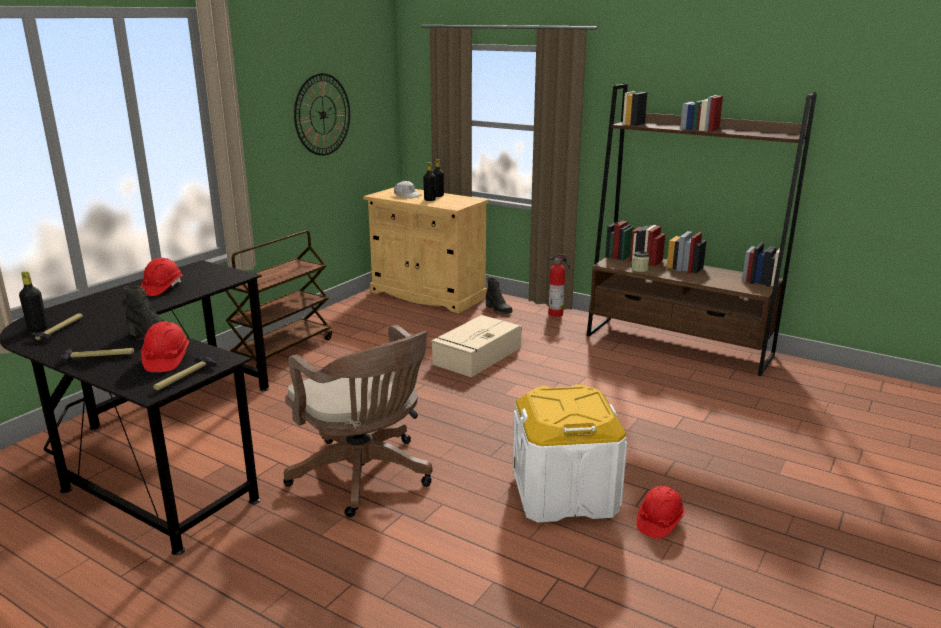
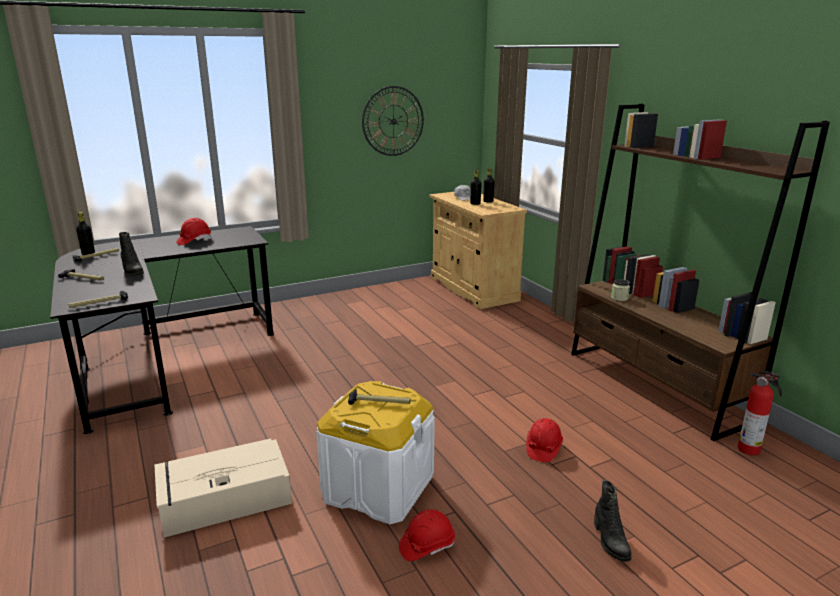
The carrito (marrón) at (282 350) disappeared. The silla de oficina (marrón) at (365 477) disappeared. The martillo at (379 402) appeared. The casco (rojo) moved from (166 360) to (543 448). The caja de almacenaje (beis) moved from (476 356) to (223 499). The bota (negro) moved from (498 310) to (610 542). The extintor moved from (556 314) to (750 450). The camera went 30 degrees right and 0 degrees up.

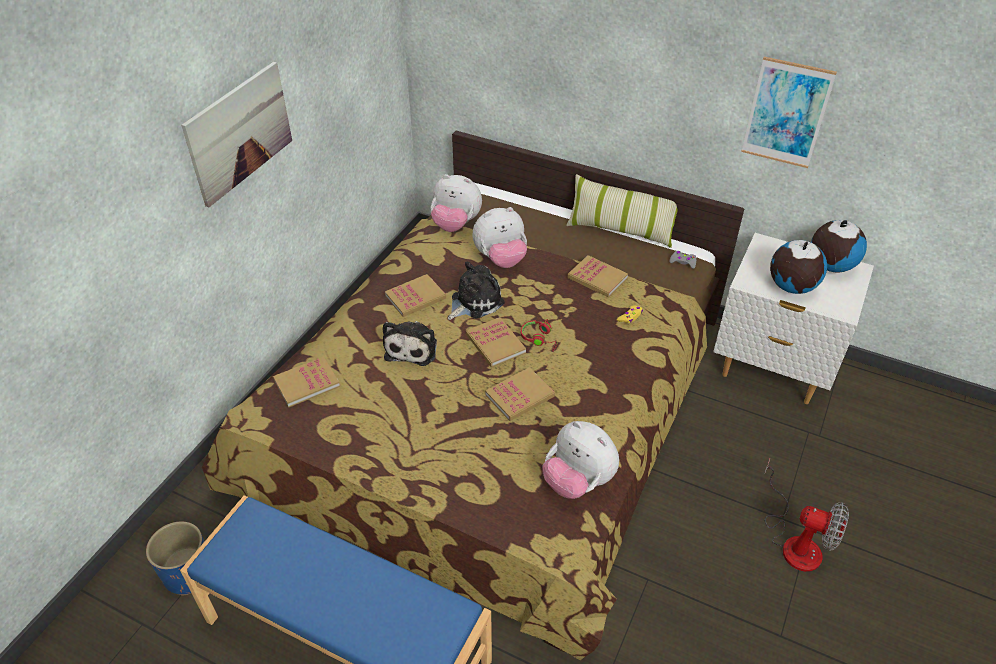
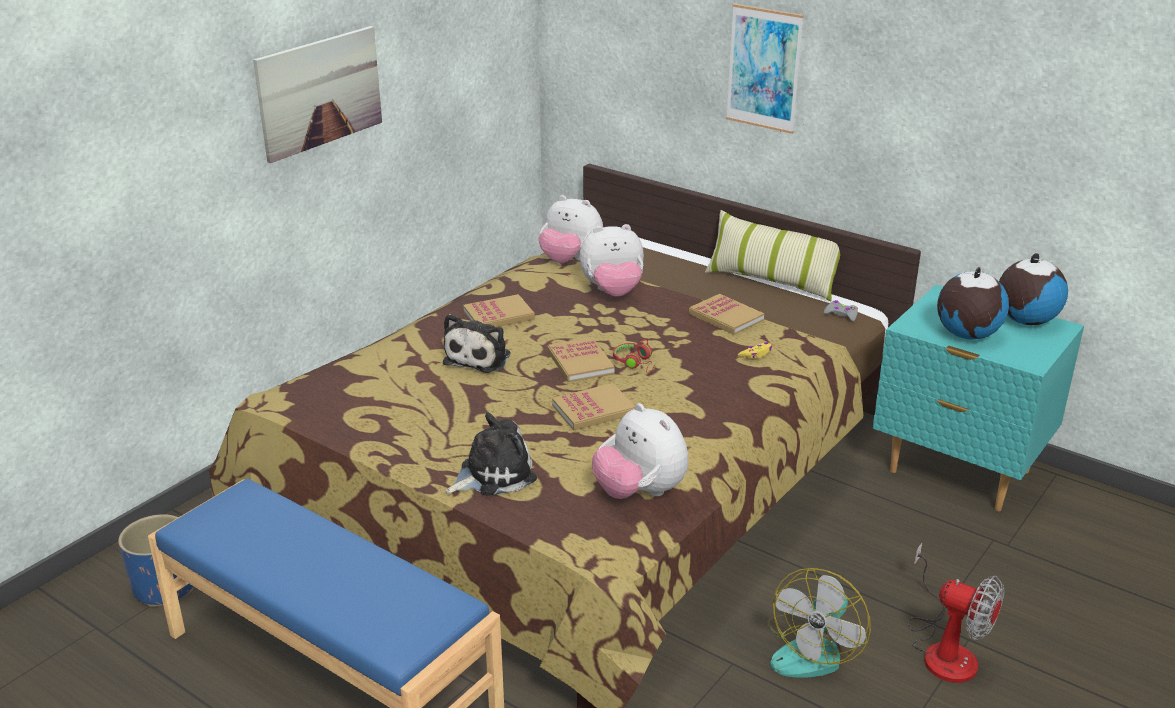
The libro at (306 383) disappeared. The ventilador at (813 650) appeared. The peluche moved from (474 301) to (493 474). The cuadro moved from (786 113) to (764 68). The mesita de noche (blanco) at (771 370) became the mesita de noche (turquesa) at (958 472). The camera went 10 degrees right and 15 degrees down.

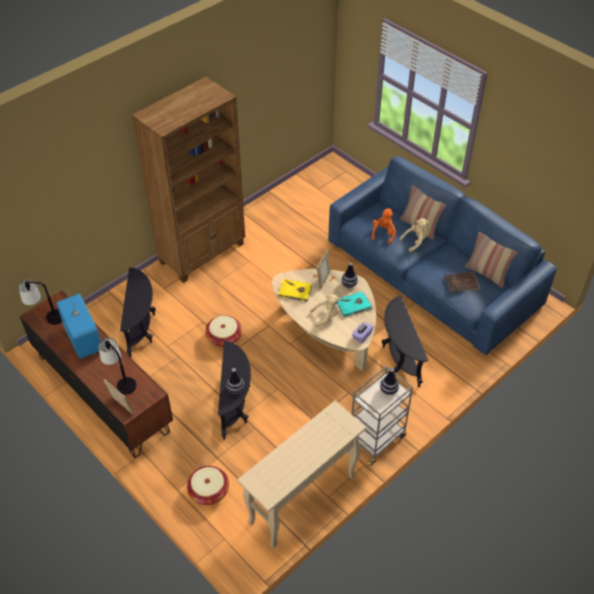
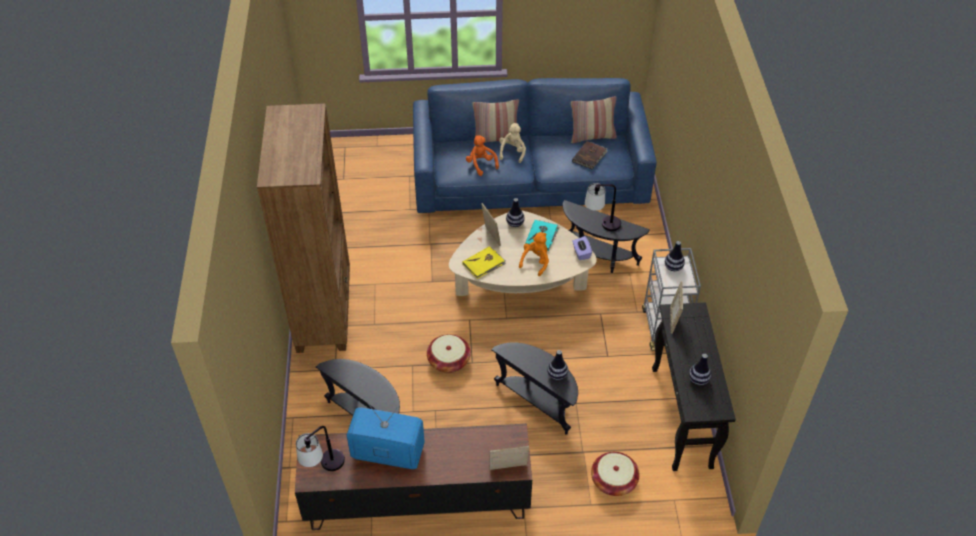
The portarretratos at (673 320) appeared. The florero at (698 380) appeared. The lámpara de mesa moved from (120 381) to (601 225). The mesa consola (beis) at (302 500) became the mesa consola (negro) at (682 418). The peluche (beis) at (326 316) became the peluche (naranja) at (535 261). The camera went 50 degrees left and 0 degrees up.

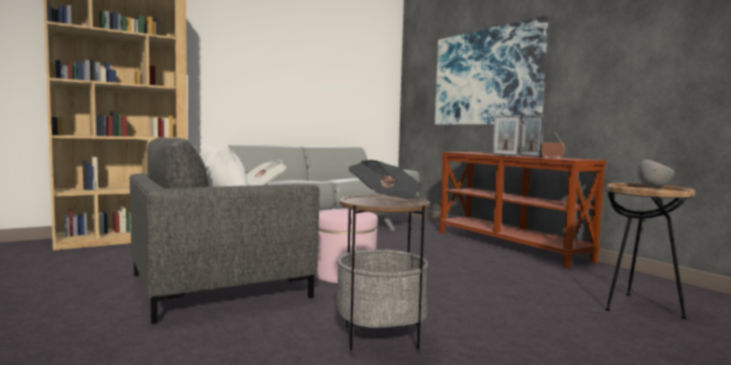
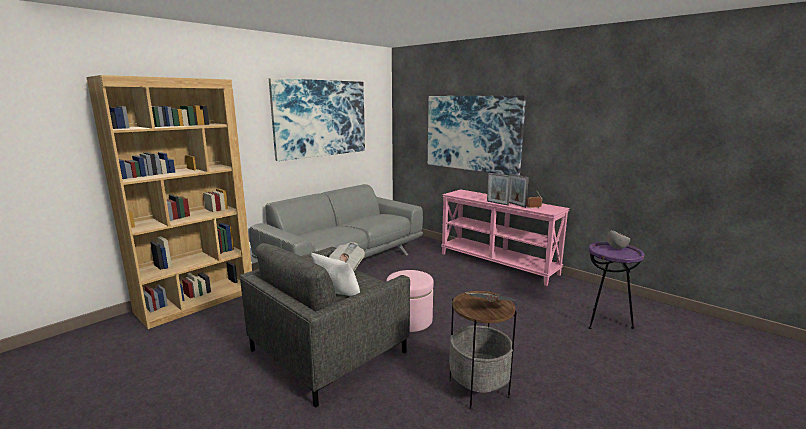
The cuadro at (321 118) appeared. The mesa consola (marrón) at (510 246) became the mesa consola (rosa) at (498 263). The mesa auxiliar (marrón) at (639 307) became the mesa auxiliar (morado) at (605 321). The camera went 15 degrees left and 10 degrees up.

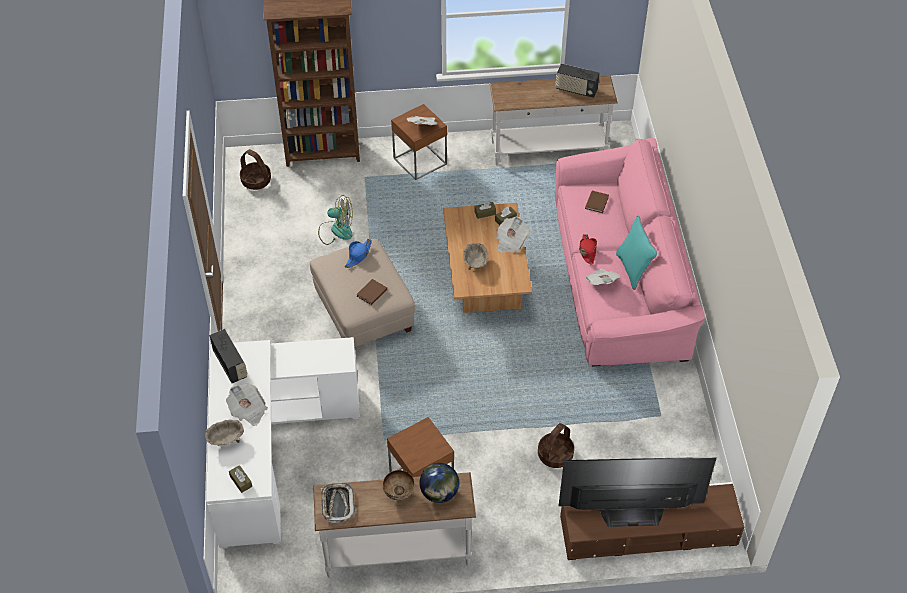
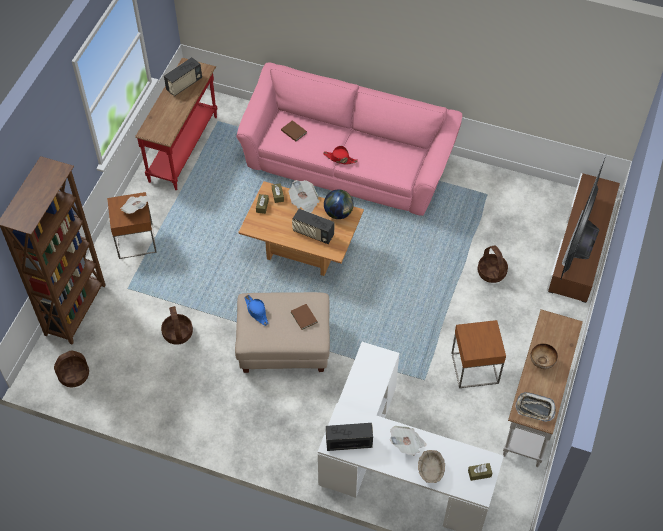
The periódico at (601 282) disappeared. The cojín (turquesa) at (633 269) disappeared. The globo terráqueo moved from (439 493) to (338 213). The ventilador at (336 230) was replaced by the cesta at (177 333). The cuenco (beis) at (475 263) was replaced by the radio at (313 233). The mesa consola (blanco) at (548 150) became the mesa consola (rojo) at (184 149). The camera went 65 degrees left and 5 degrees up.

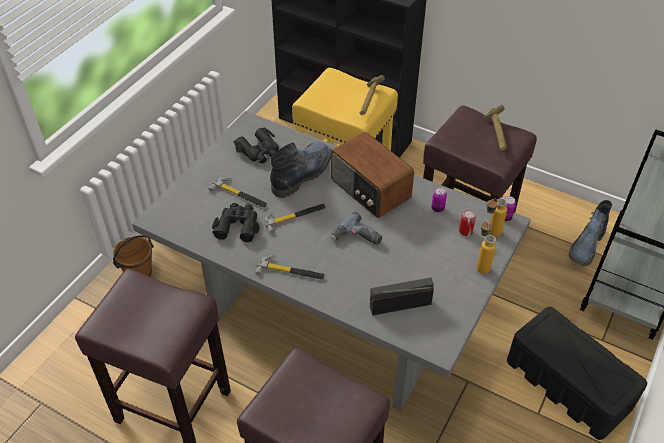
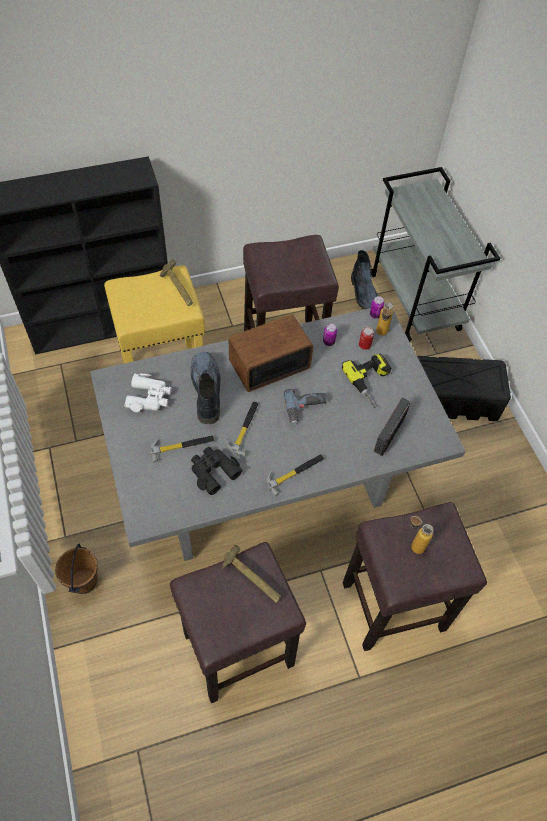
The taladro at (372 383) appeared. The botella moved from (481 264) to (412 544). The martillo moved from (496 135) to (251 580). The prismáticos (negro) at (259 151) became the prismáticos (blanco) at (149 397). The radio at (369 190) turned 150 degrees clockwise. The camera went 50 degrees left and 10 degrees up.

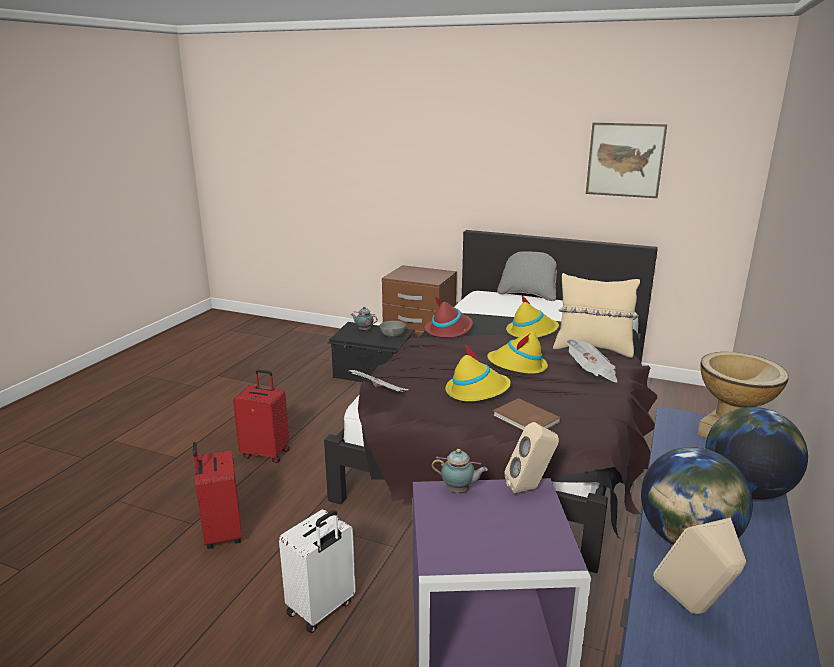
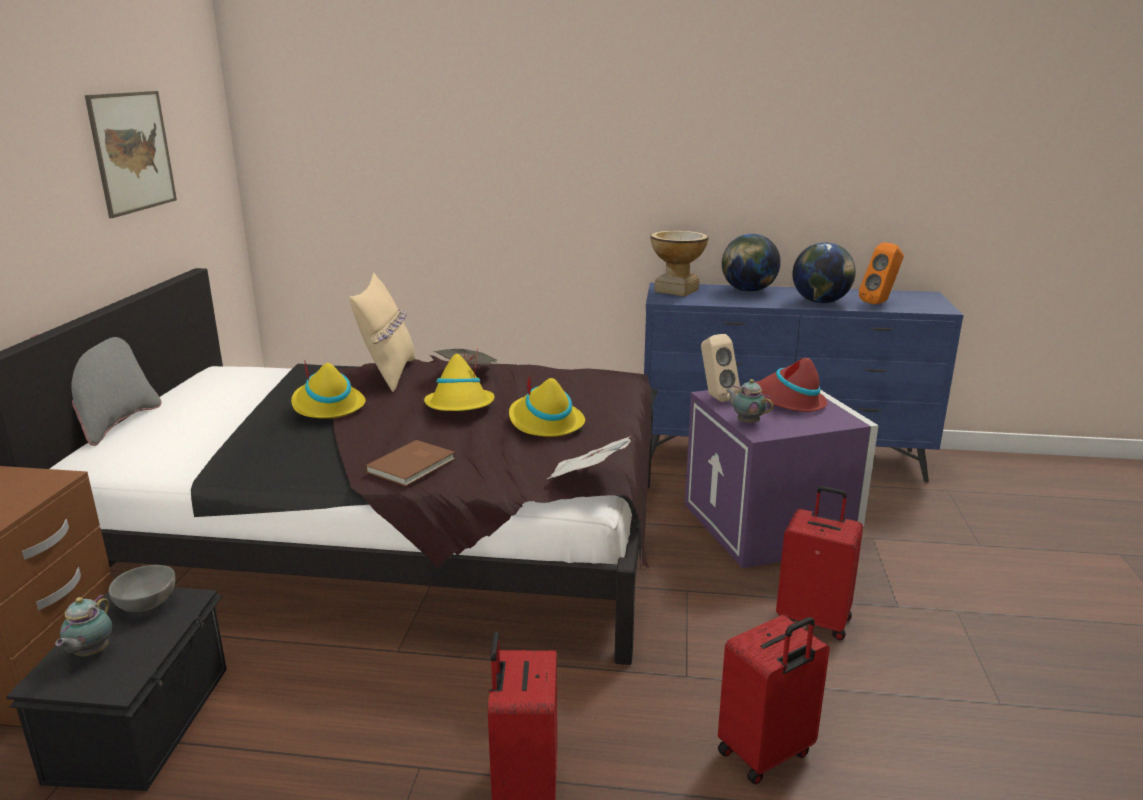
The sombrero (rojo) moved from (449 330) to (787 402). The libro (marrón) moved from (525 419) to (413 465). The maleta (blanco) at (321 609) became the maleta (rojo) at (814 619). The altavoz (beis) at (693 610) became the altavoz (naranja) at (879 303). The tetera at (459 490) turned 45 degrees counterclockwise. The camera went 105 degrees left and 0 degrees up.

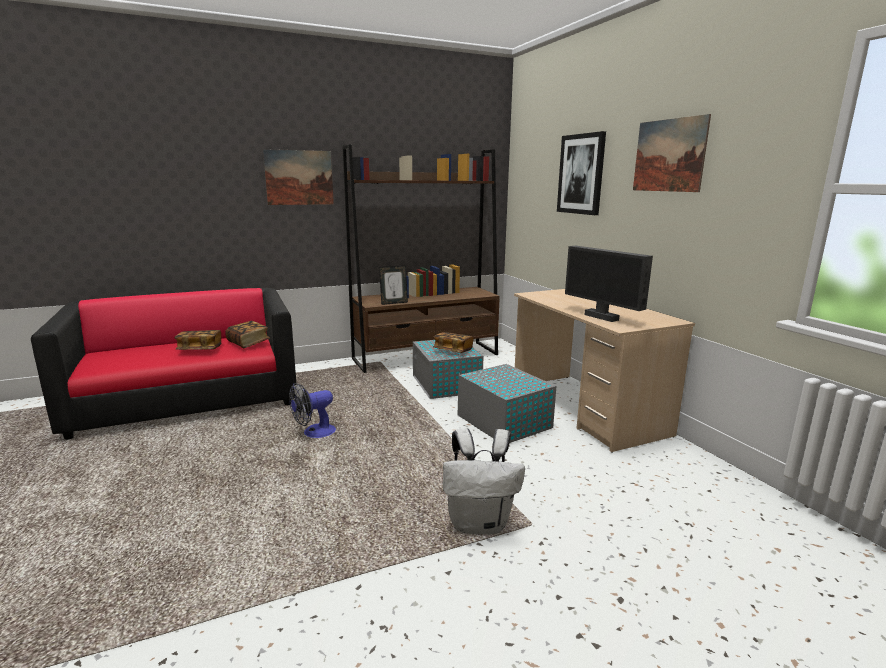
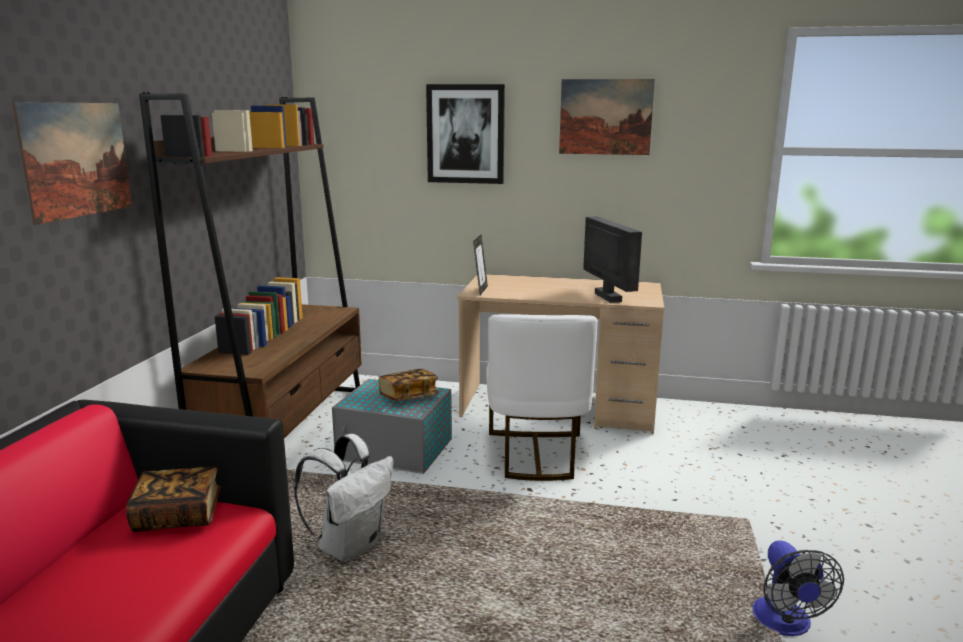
The libro at (200 349) disappeared. The ventilador moved from (314 433) to (785 624). The portarretratos moved from (394 303) to (480 290). The mochila (blanco) moved from (480 523) to (350 546). The caja de almacenaje (gris) at (503 421) was replaced by the silla (blanco) at (536 455). The monitor at (602 317) turned 105 degrees counterclockwise. The camera went 55 degrees left and 0 degrees up.

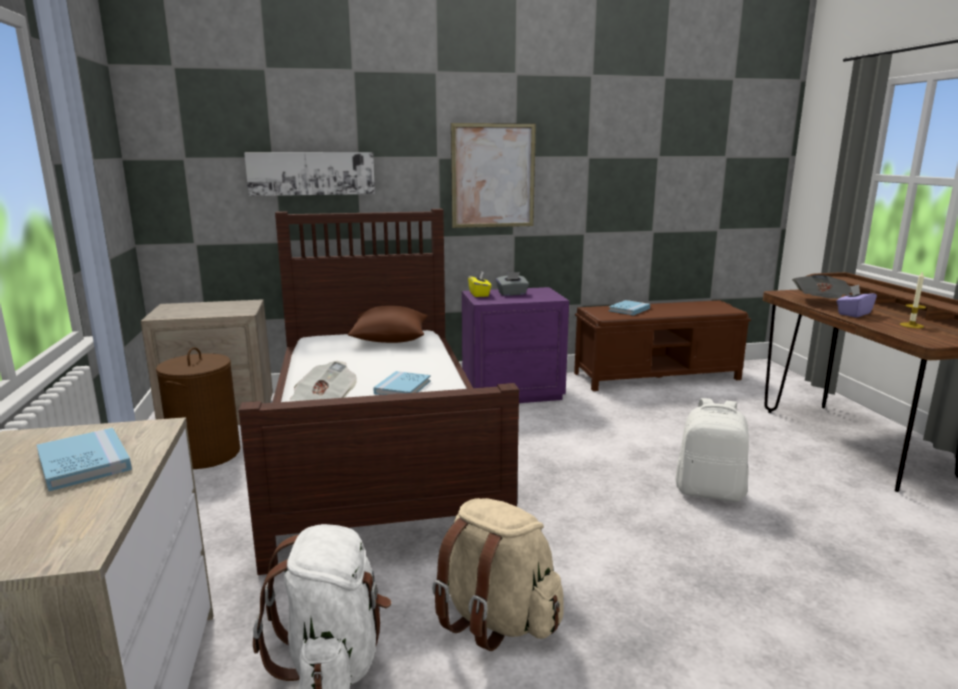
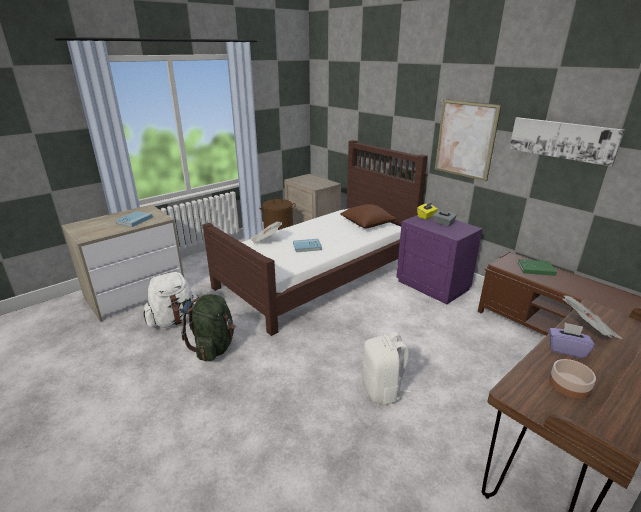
The cuadro moved from (311 173) to (562 140). The vela at (911 325) was replaced by the cuenco at (568 384). The mochila (beis) at (496 619) became the mochila (verde) at (214 347). The libro (azul) at (629 309) became the libro (verde) at (536 269). The camera went 60 degrees right and 10 degrees up.

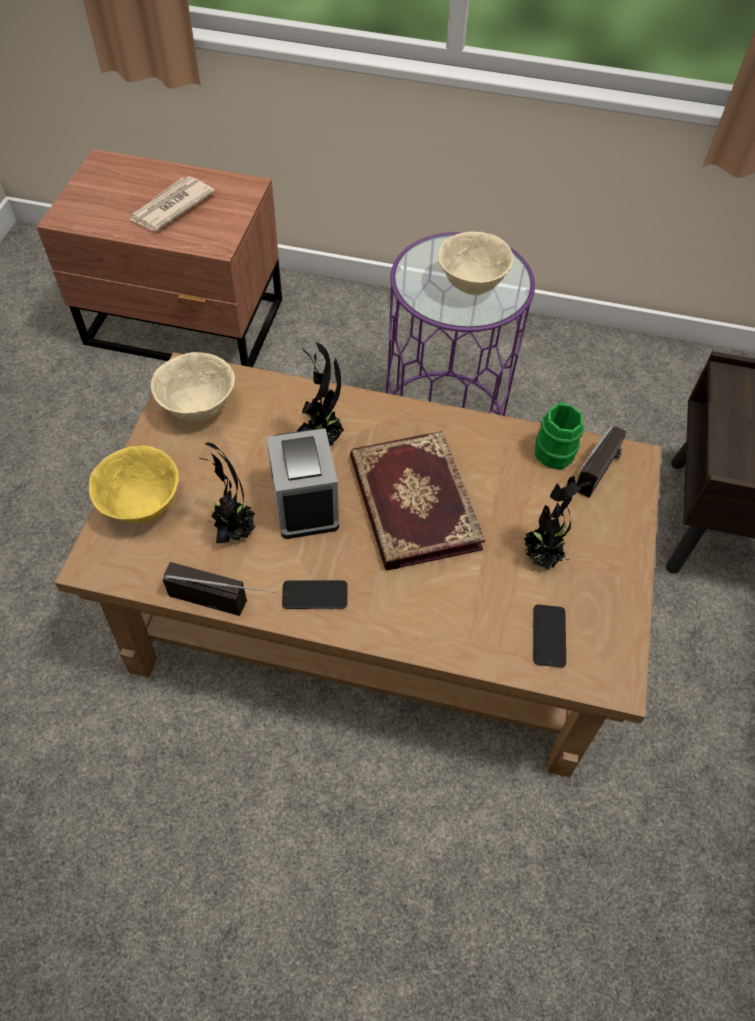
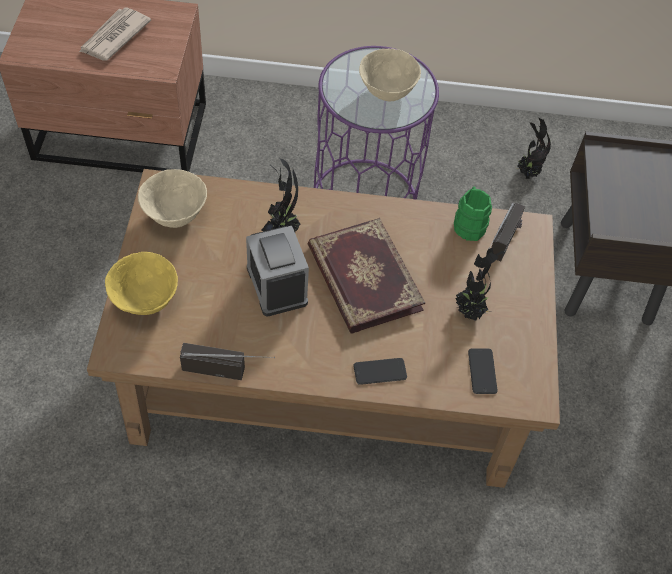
The planta en maceta moved from (234 530) to (526 173). The móvil moved from (315 595) to (380 371). The camera went 10 degrees left and 0 degrees up.

